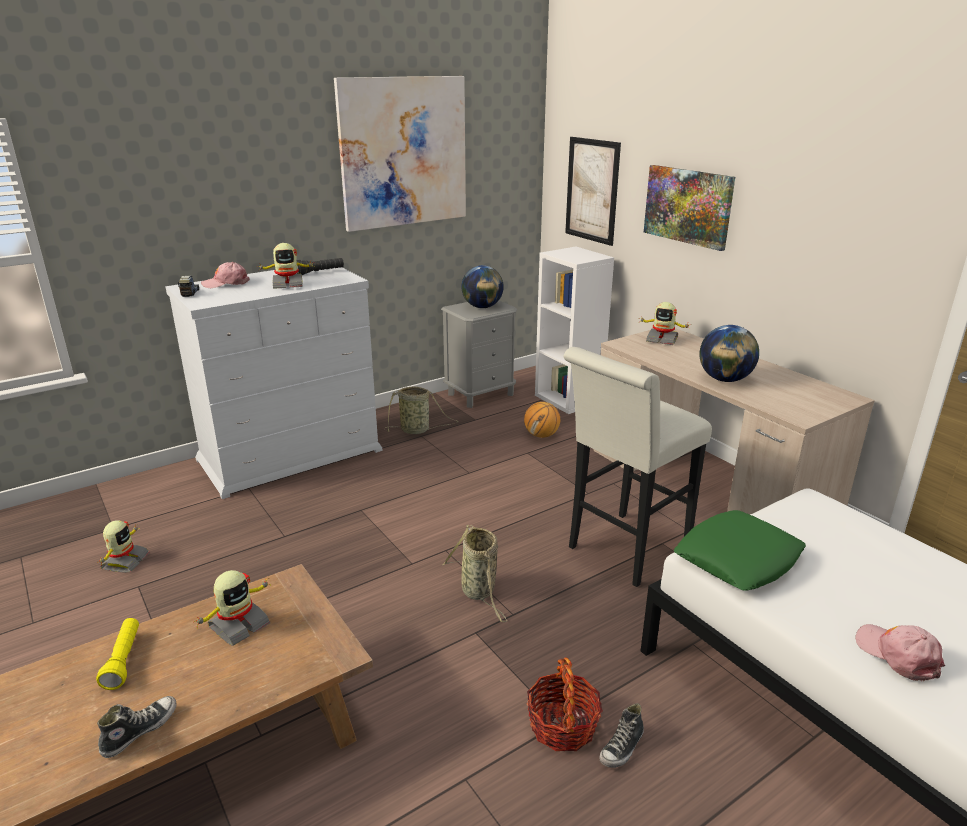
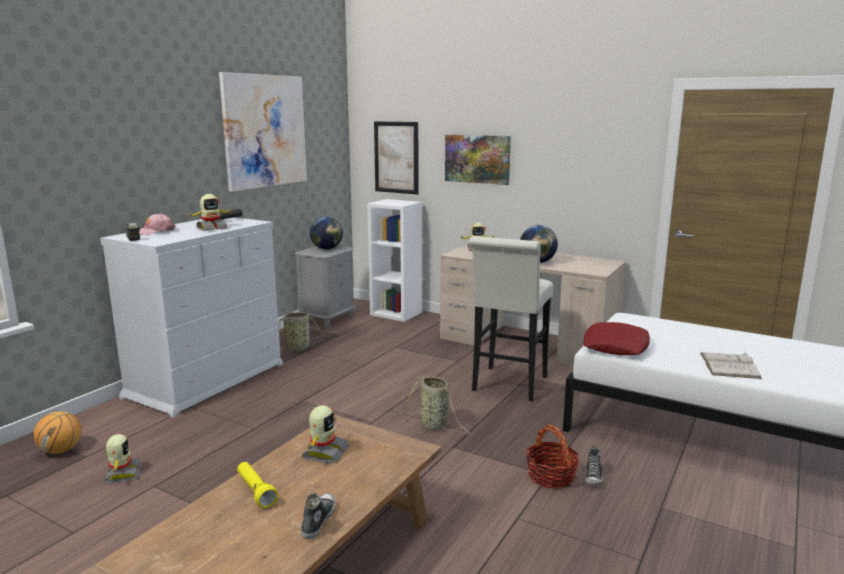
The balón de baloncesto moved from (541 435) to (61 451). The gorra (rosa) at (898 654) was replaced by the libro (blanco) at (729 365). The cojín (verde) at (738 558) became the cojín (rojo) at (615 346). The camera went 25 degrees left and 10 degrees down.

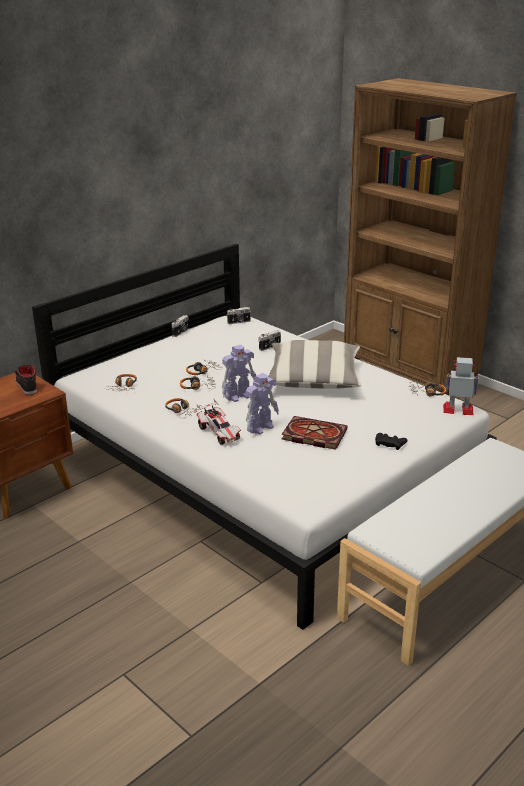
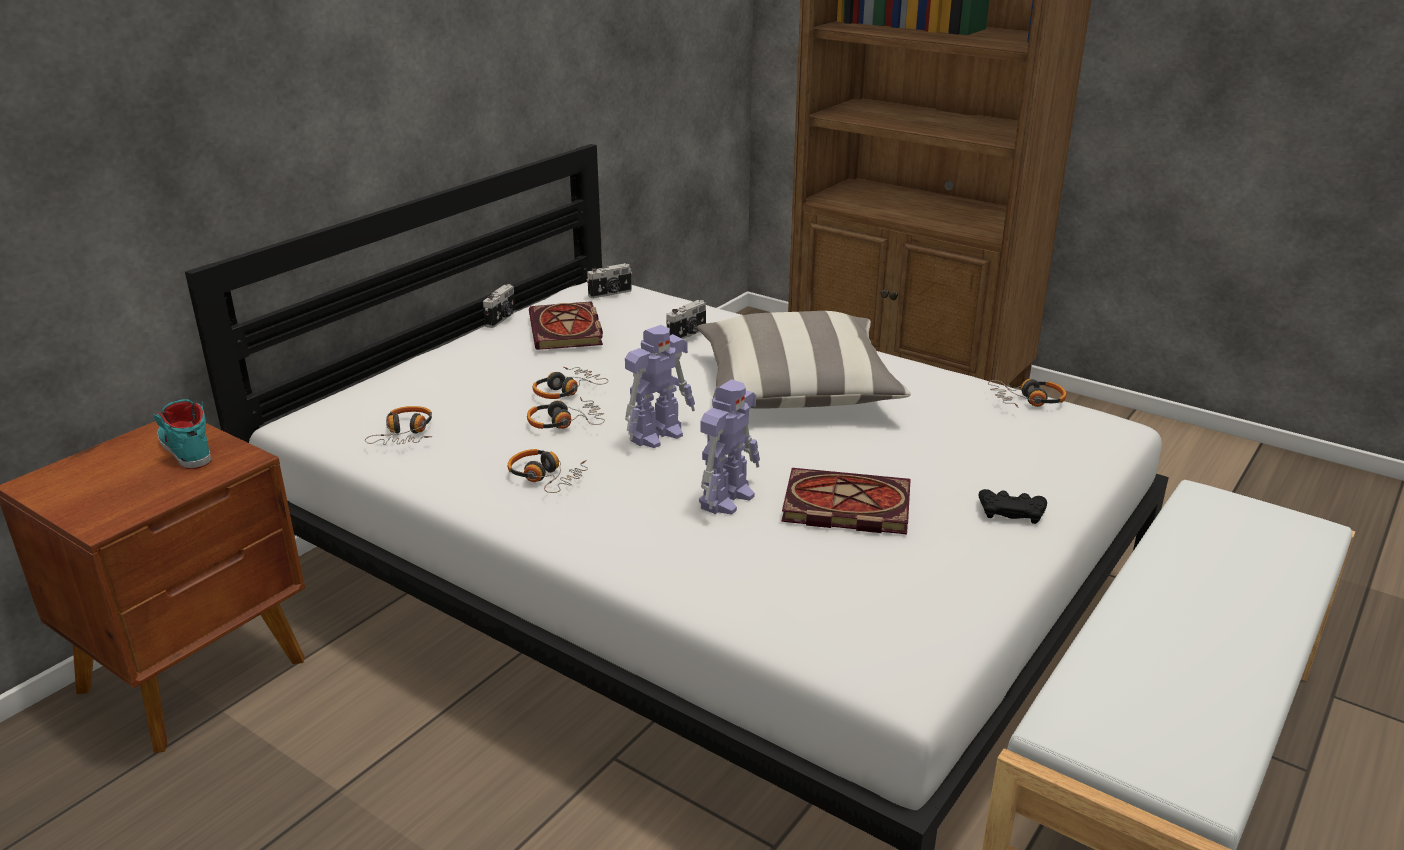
The coche de juguete at (219 433) disappeared. The robot de juguete at (458 409) disappeared. The libro at (567 331) appeared. The zapato (negro) at (26 385) became the zapato (turquesa) at (185 447). The camera went 10 degrees left and 0 degrees up.

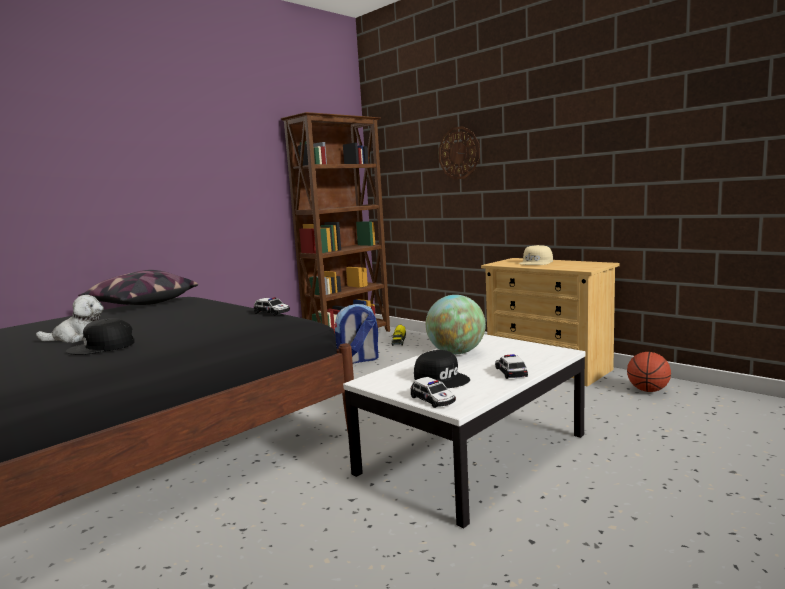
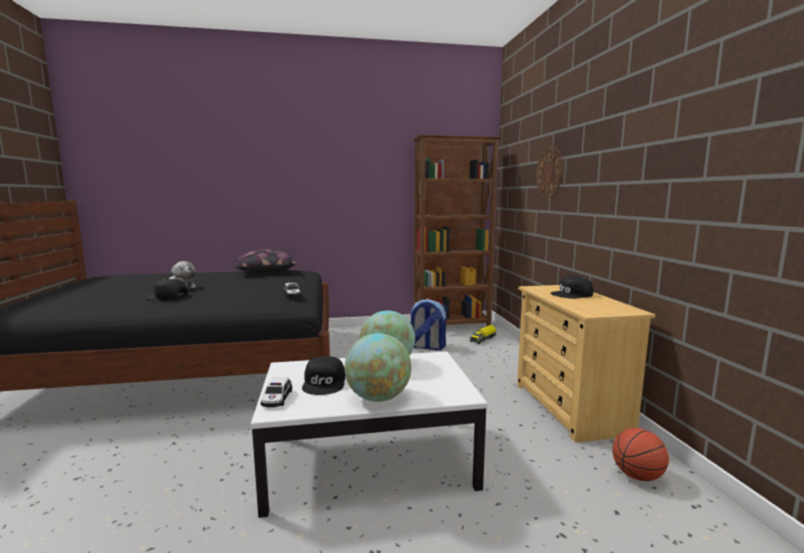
The coche de juguete at (510 372) was replaced by the globo terráqueo at (378 397). The gorra (beis) at (536 262) became the gorra (negro) at (572 294). The camera went 35 degrees right and 0 degrees up.

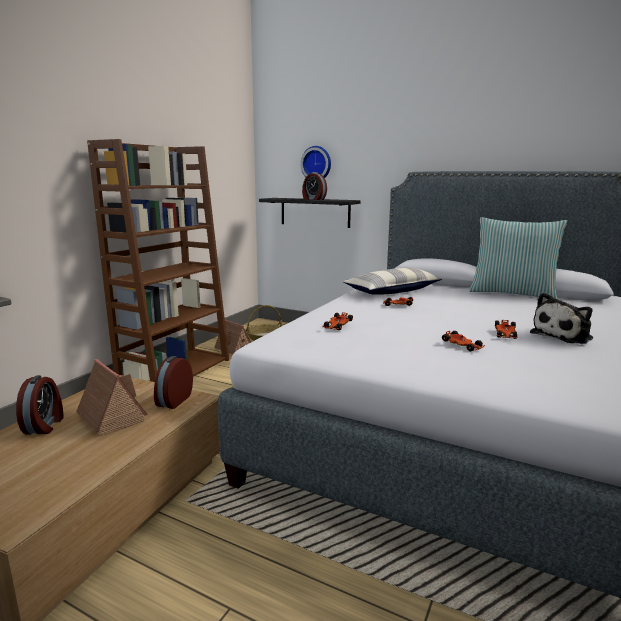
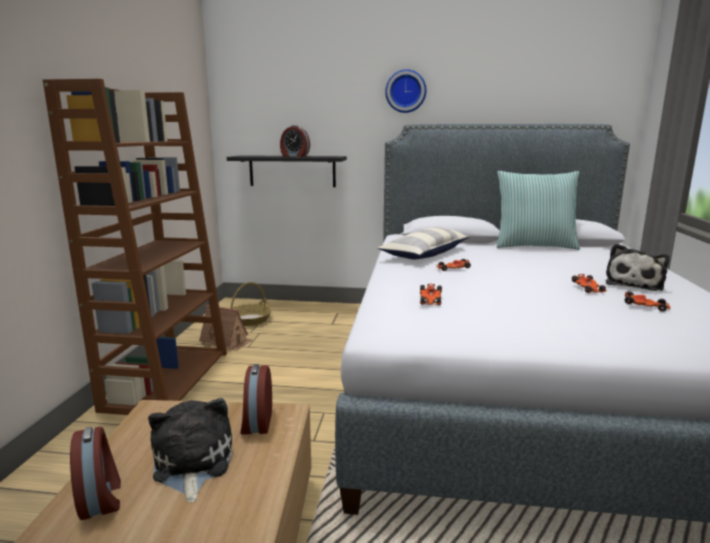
The reloj de pared moved from (317 164) to (405 91). The coche de juguete moved from (463 346) to (646 306). The casita at (110 417) was replaced by the peluche at (191 464). The camera went 20 degrees left and 0 degrees up.

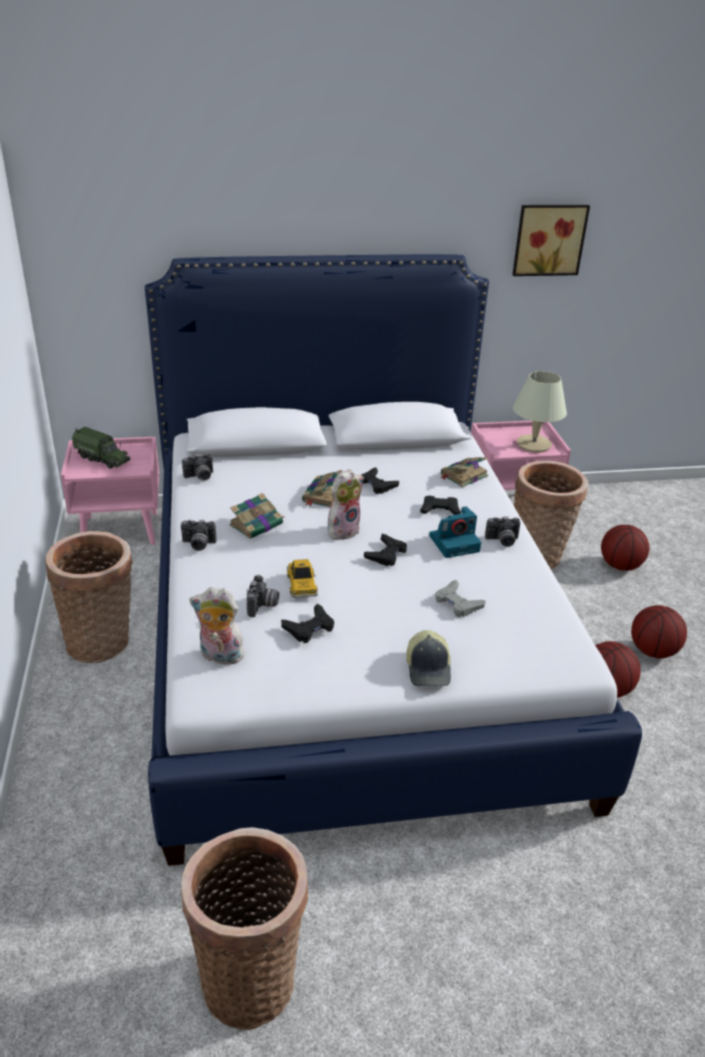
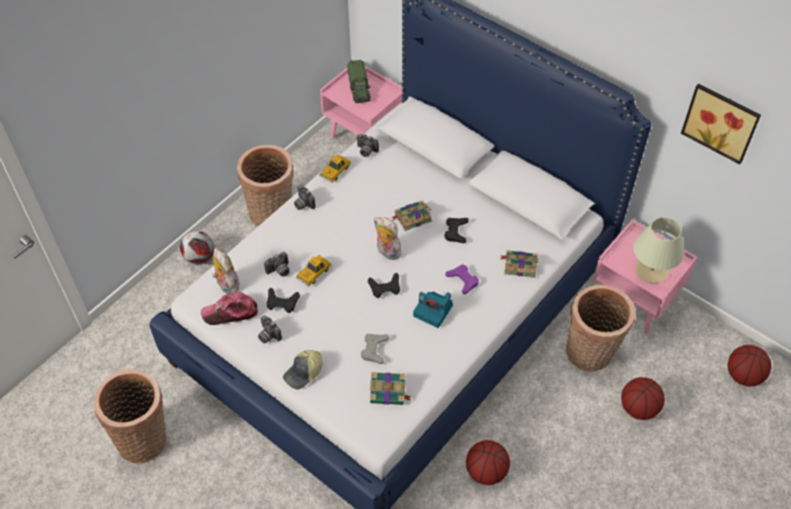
The balón de fútbol at (199 258) appeared. The gorra at (230 312) appeared. The coche de juguete at (335 171) appeared. The libro moved from (257 524) to (389 392). The cámara moved from (502 541) to (268 335). The balón de baloncesto moved from (653 651) to (744 376). The mando de consola (negro) at (440 510) became the mando de consola (morado) at (463 280). The peluche at (343 530) turned 150 degrees counterclockwise. The camera went 50 degrees right and 20 degrees up.

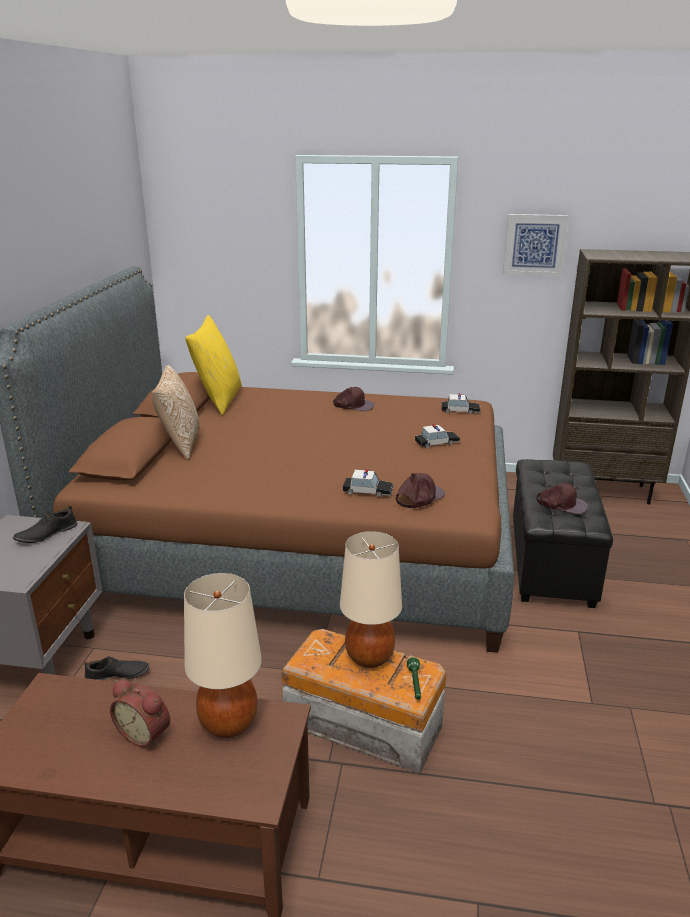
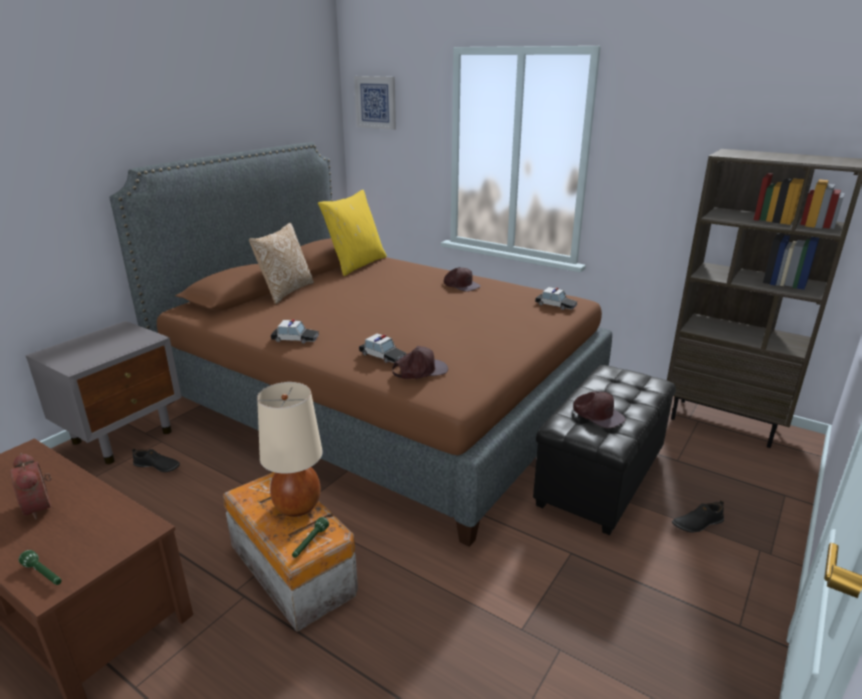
The lámpara de mesa (beis) at (229 723) disappeared. The linterna (verde) at (44 575) appeared. The zapato (negro) moved from (46 534) to (697 523). The coche de juguete moved from (437 443) to (295 339). The cuadro moved from (535 244) to (376 102). The camera went 25 degrees right and 0 degrees up.

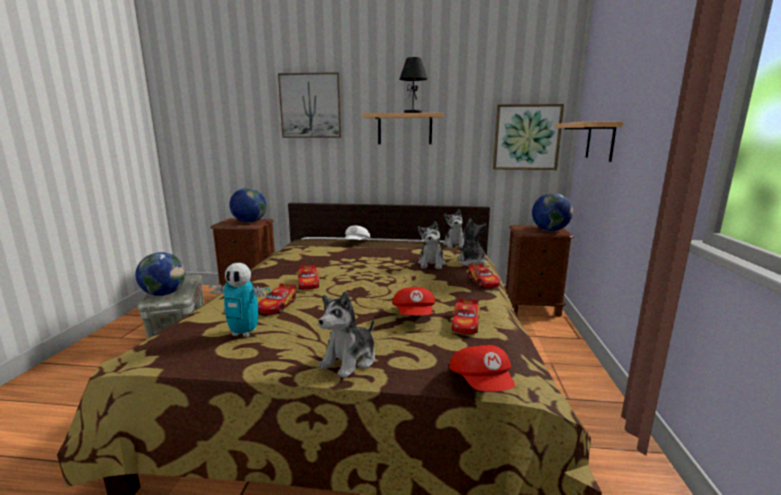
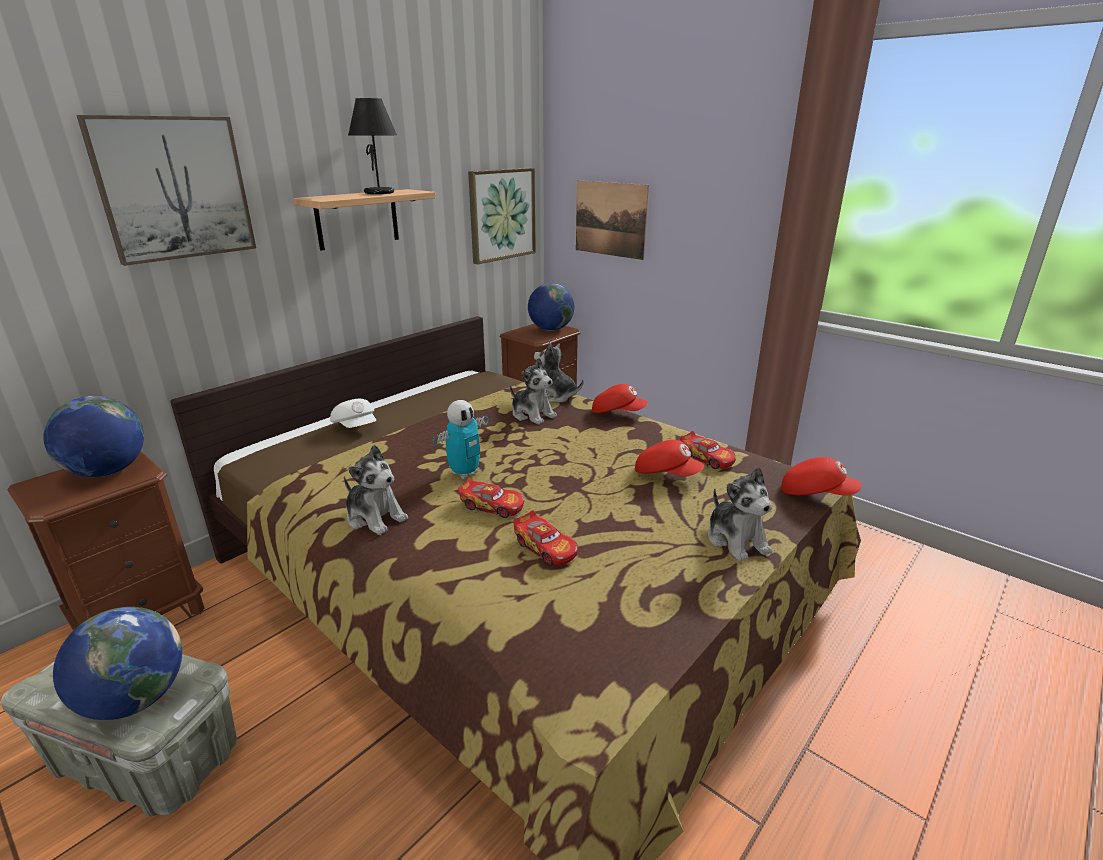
The robot de juguete moved from (244 332) to (464 473). The peluche moved from (454 244) to (375 517). The coche de juguete at (483 282) was replaced by the gorra (rojo) at (618 412). The estante at (600 141) was replaced by the cuadro at (610 219). The camera went 55 degrees left and 10 degrees up.

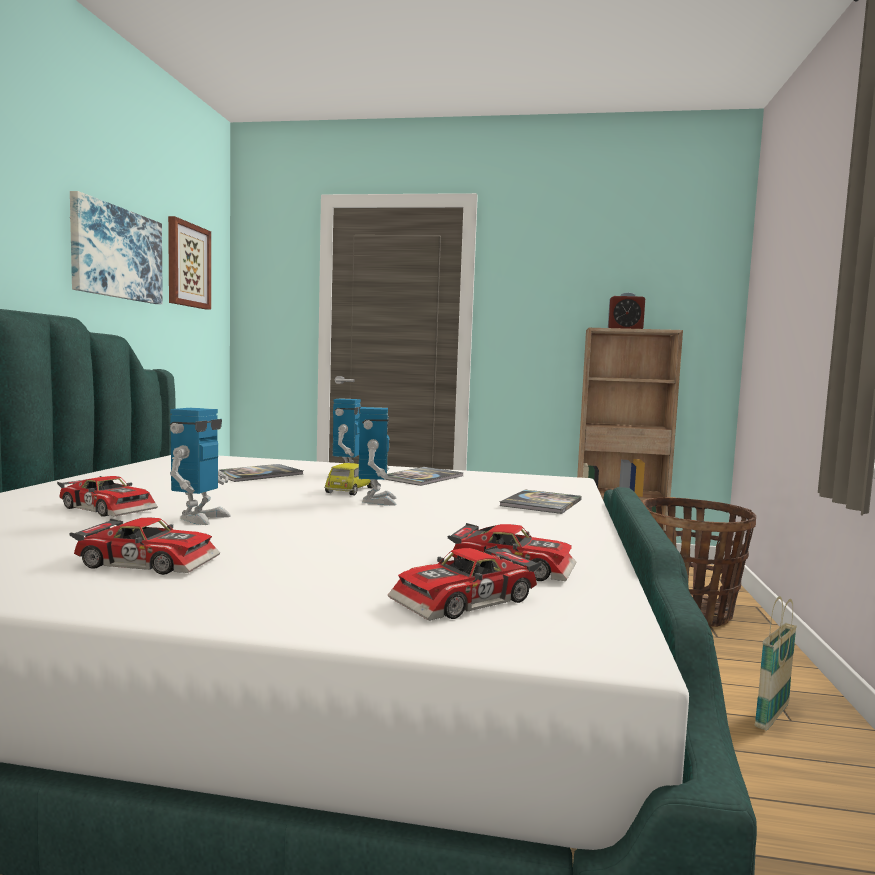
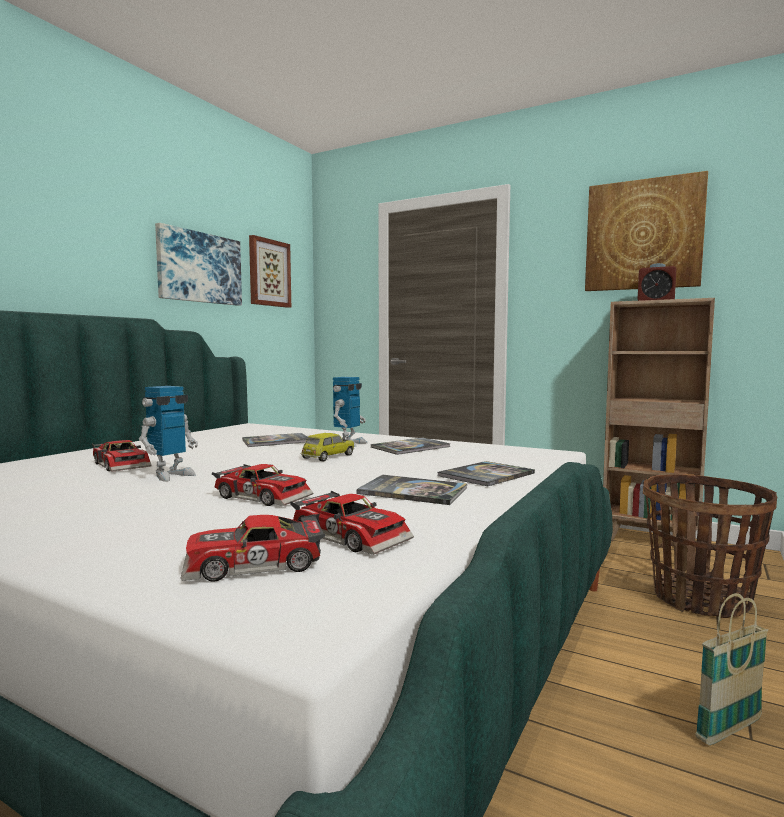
The robot de juguete at (376 501) disappeared. The libro at (413 491) appeared. The cuadro at (643 235) appeared. The coche de juguete moved from (149 561) to (264 496). The camera went 20 degrees right and 0 degrees up.

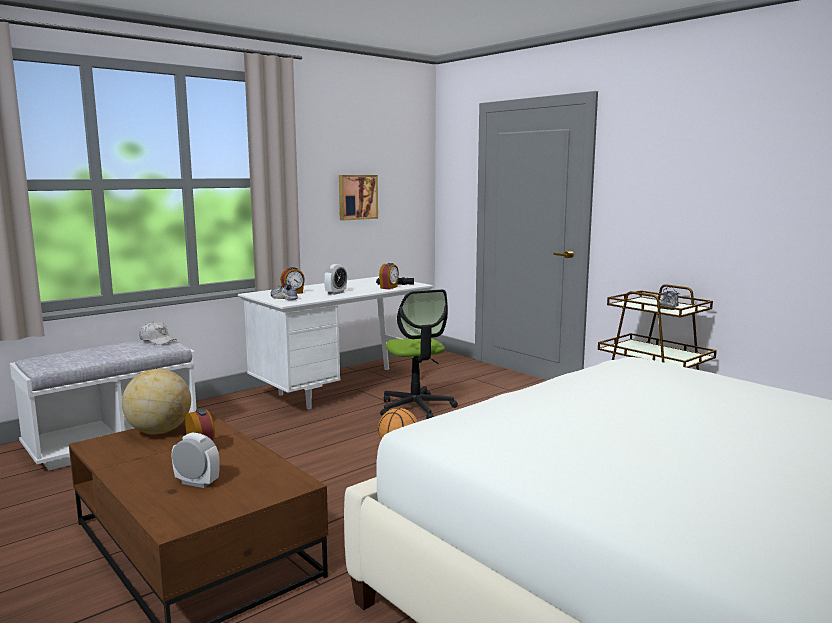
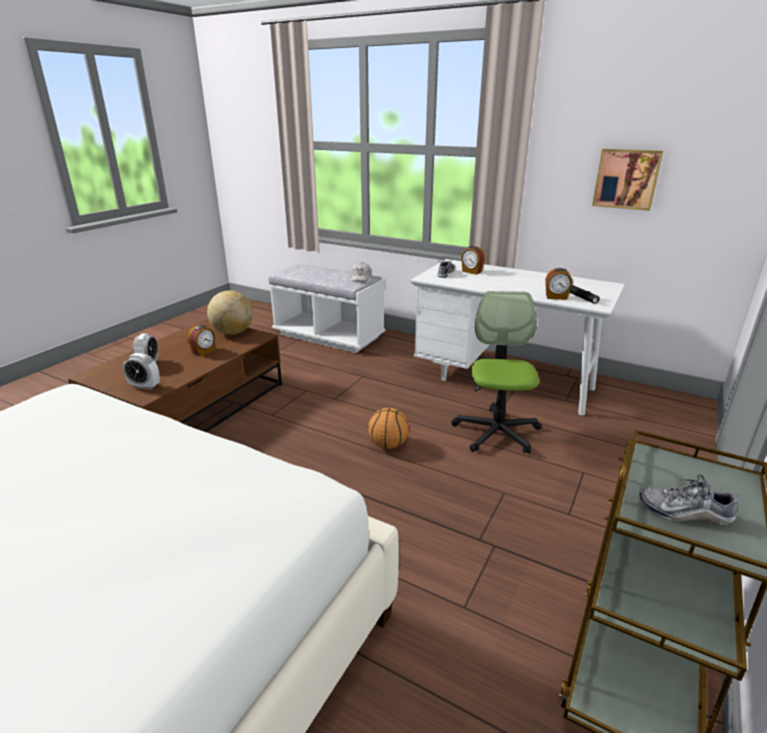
The despertador moved from (336 293) to (144 386). The silla de oficina at (416 408) turned 135 degrees clockwise. The camera went 70 degrees right and 15 degrees up.

